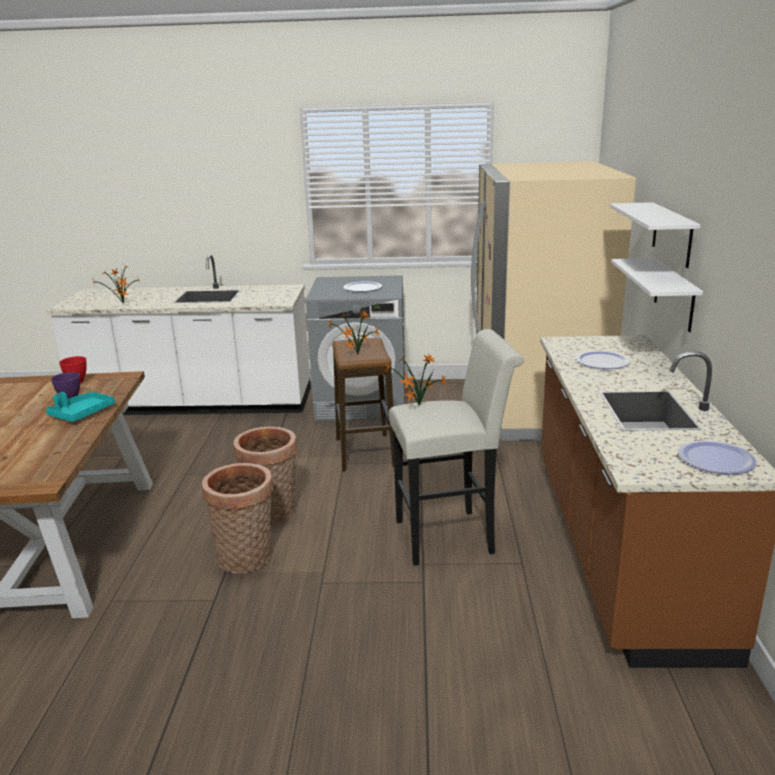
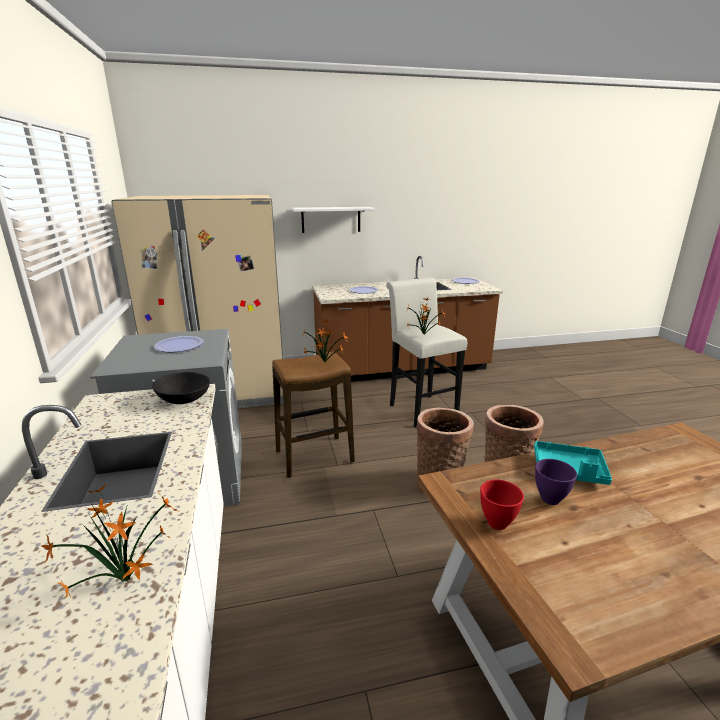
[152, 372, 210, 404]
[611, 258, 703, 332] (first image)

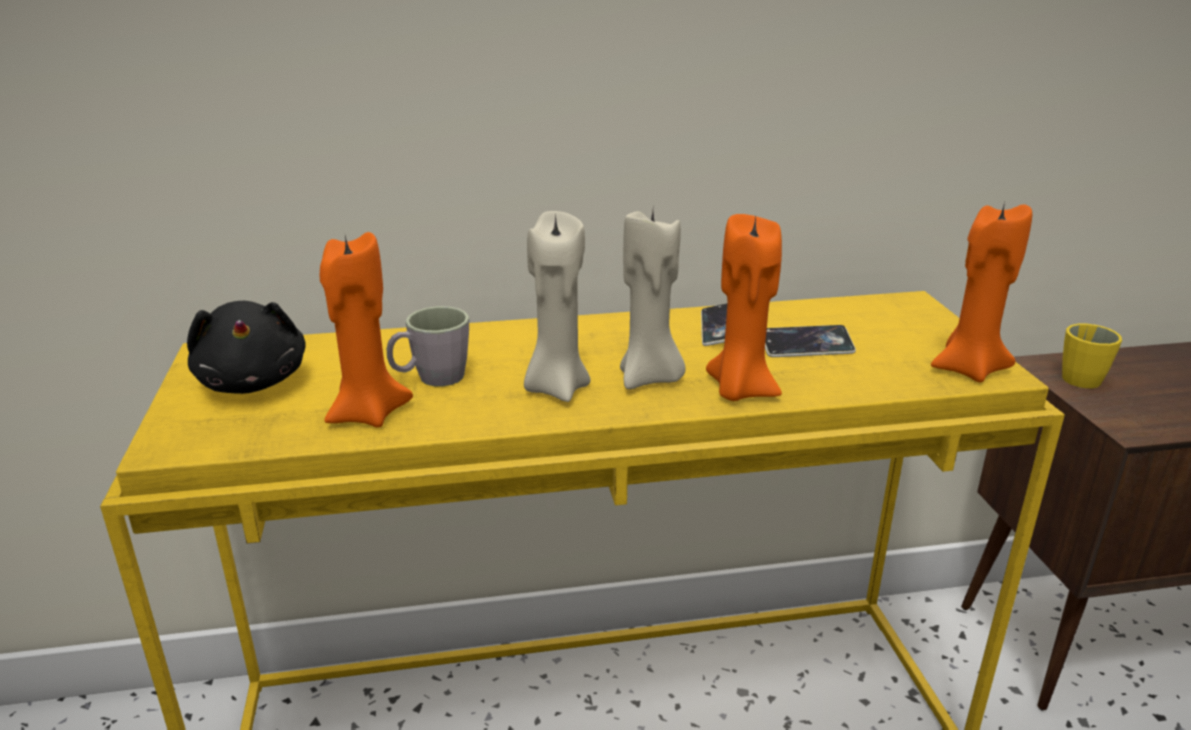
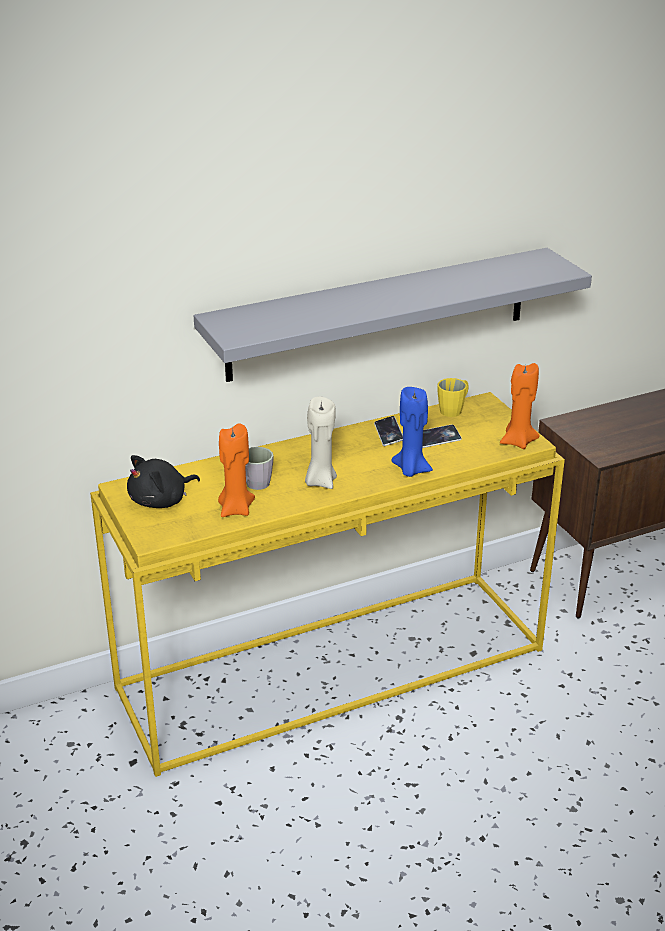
[127, 455, 200, 508]
[194, 248, 592, 382]
[392, 387, 433, 477]
[437, 378, 468, 417]
[620, 211, 686, 389] (first image)

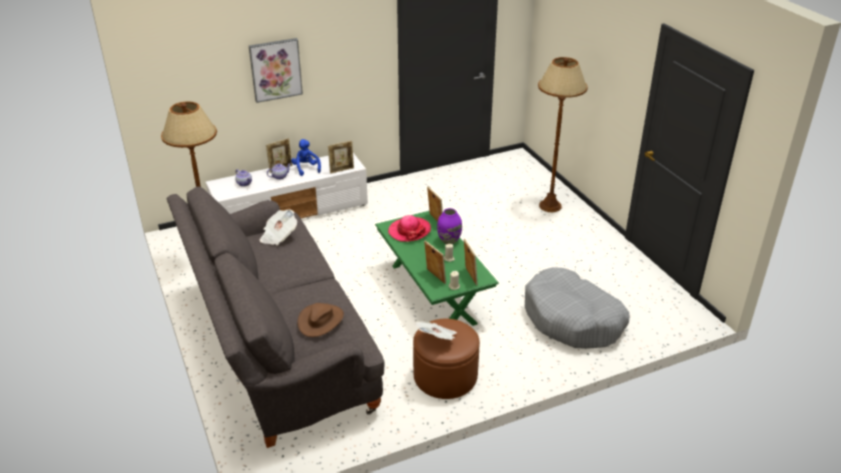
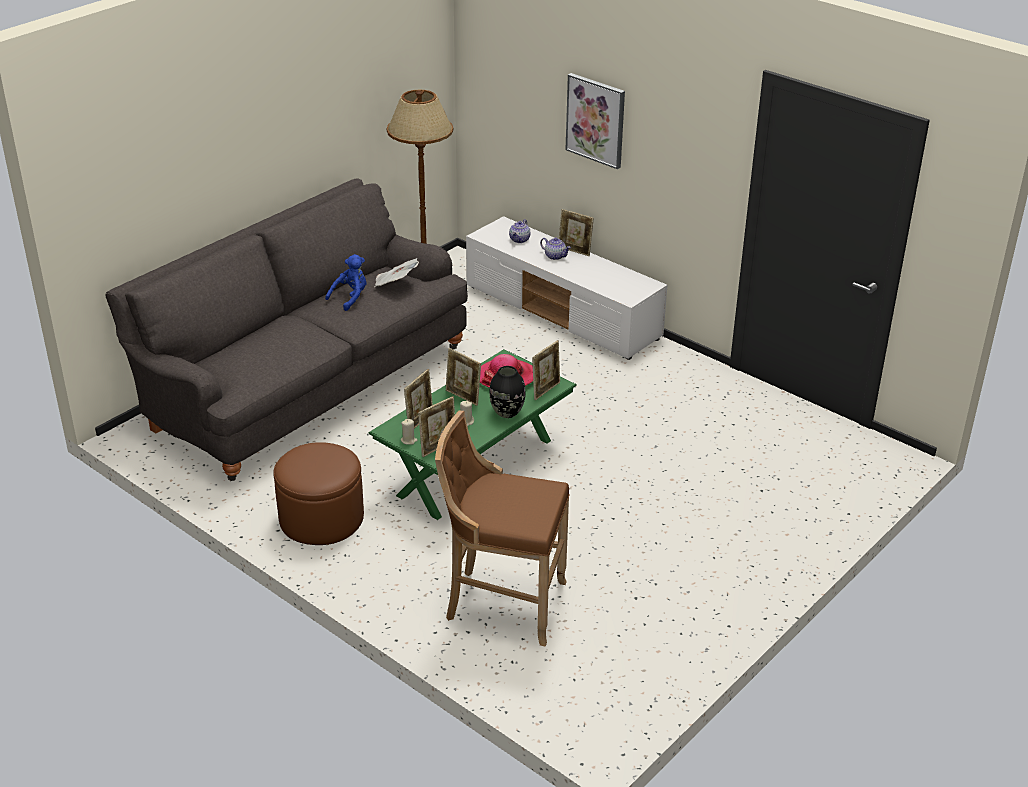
[325, 254, 367, 311]
[435, 411, 570, 646]
[446, 348, 481, 406]
[489, 366, 526, 418]
[297, 303, 344, 337] (first image)
[415, 321, 457, 340] (first image)
[538, 57, 588, 212] (first image)

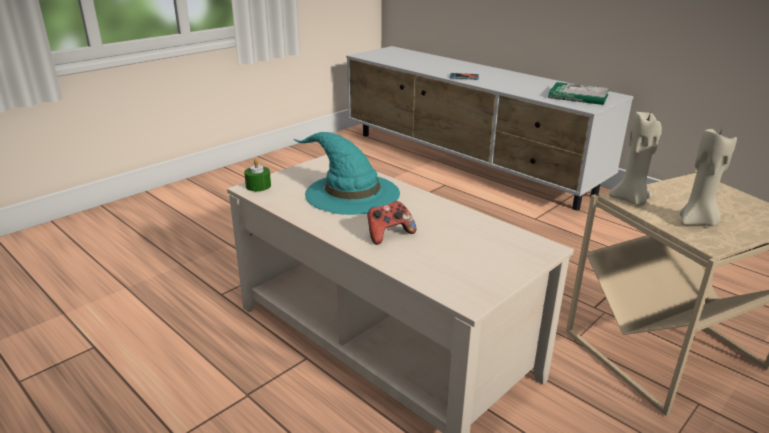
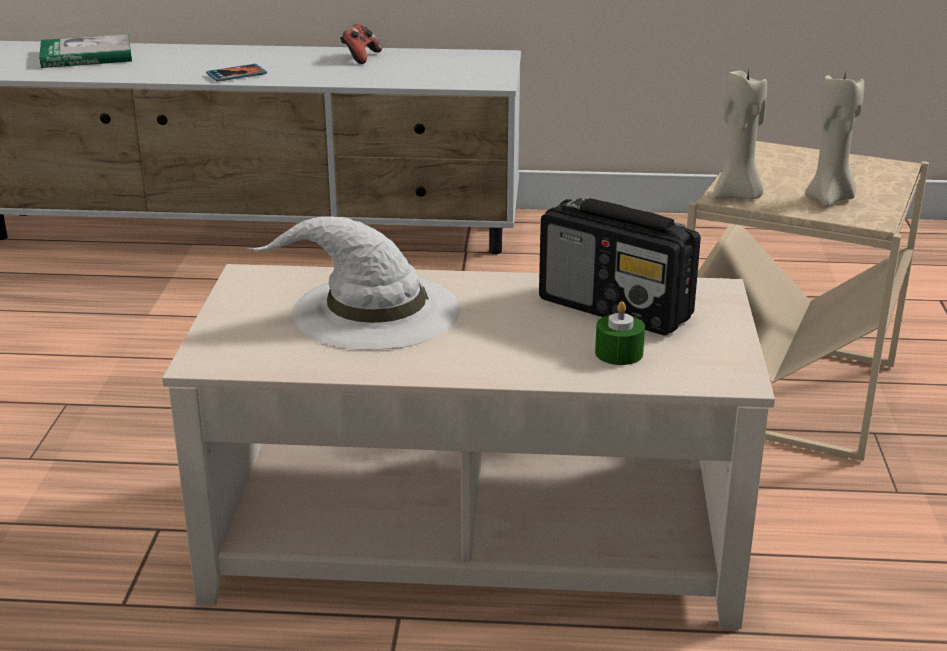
[39, 34, 132, 68]
[248, 216, 460, 350]
[340, 24, 382, 64]
[539, 198, 701, 335]
[595, 301, 645, 365]

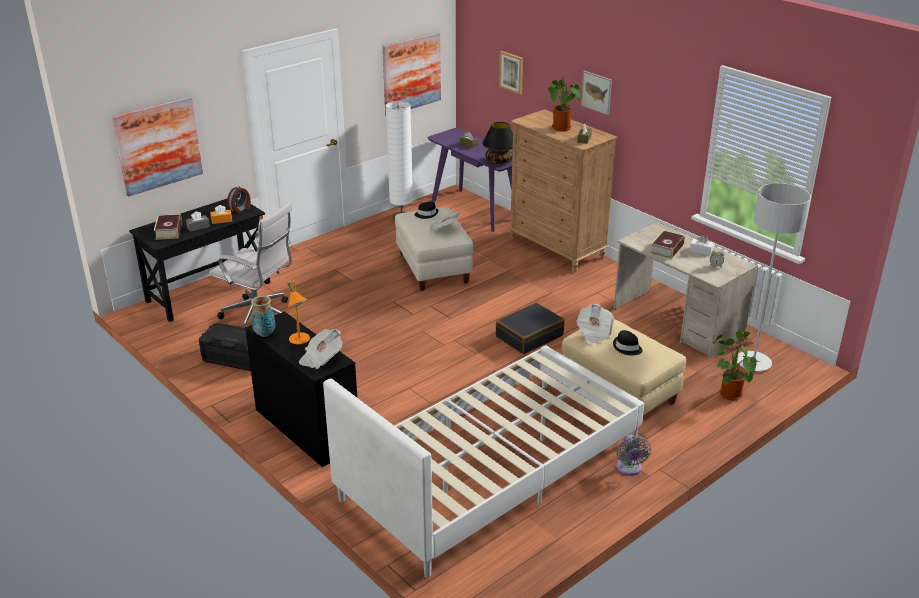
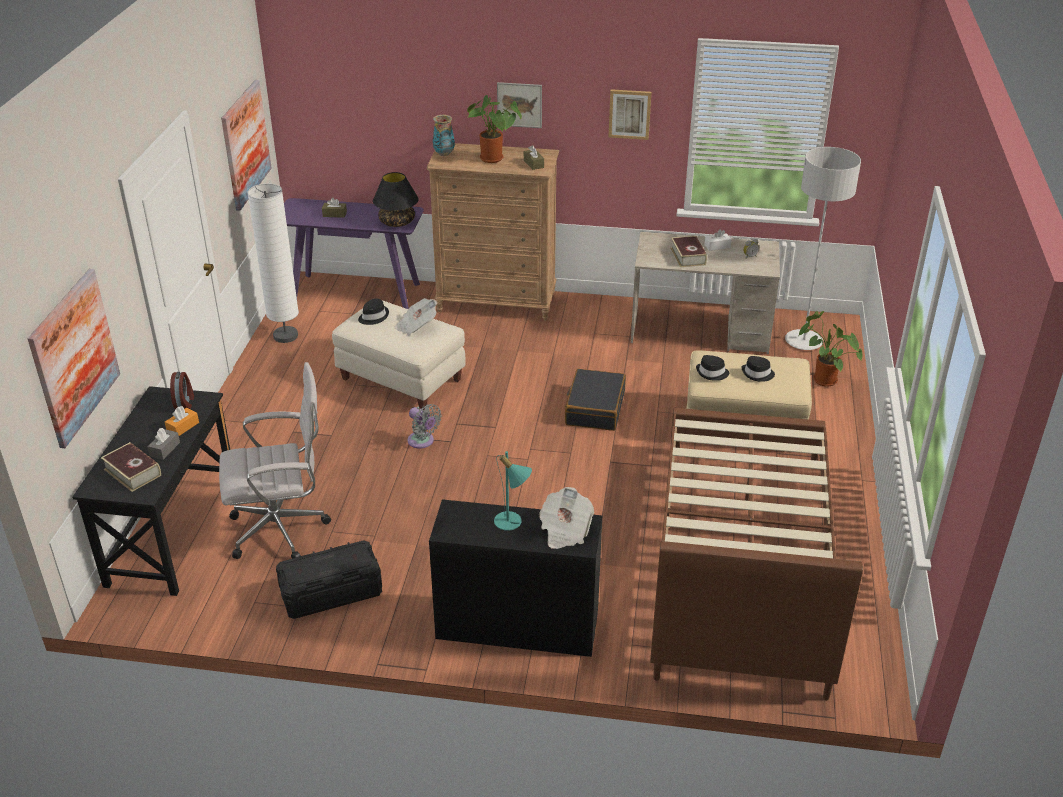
[408, 404, 442, 449]
[433, 115, 455, 156]
[494, 451, 532, 531]
[609, 89, 651, 140]
[650, 408, 863, 700]
[696, 355, 729, 381]

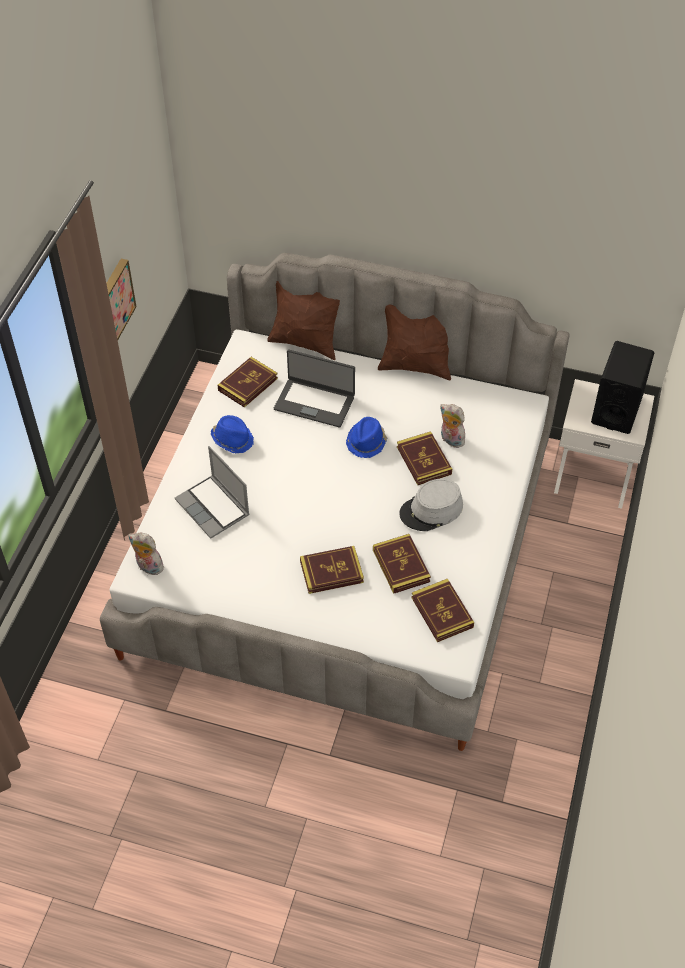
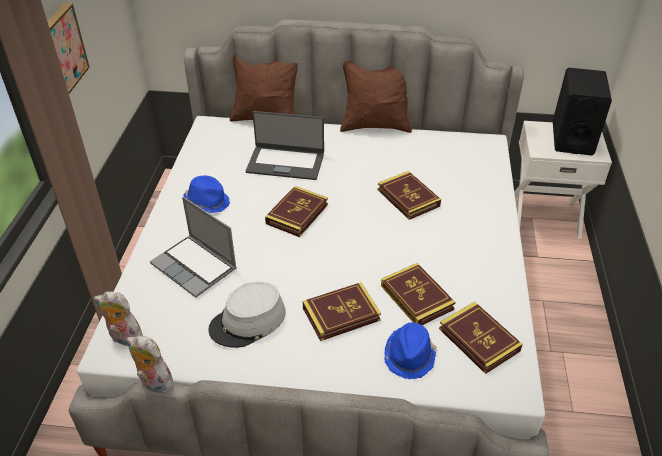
[127, 336, 173, 393]
[208, 281, 286, 348]
[265, 186, 328, 237]
[384, 322, 437, 379]

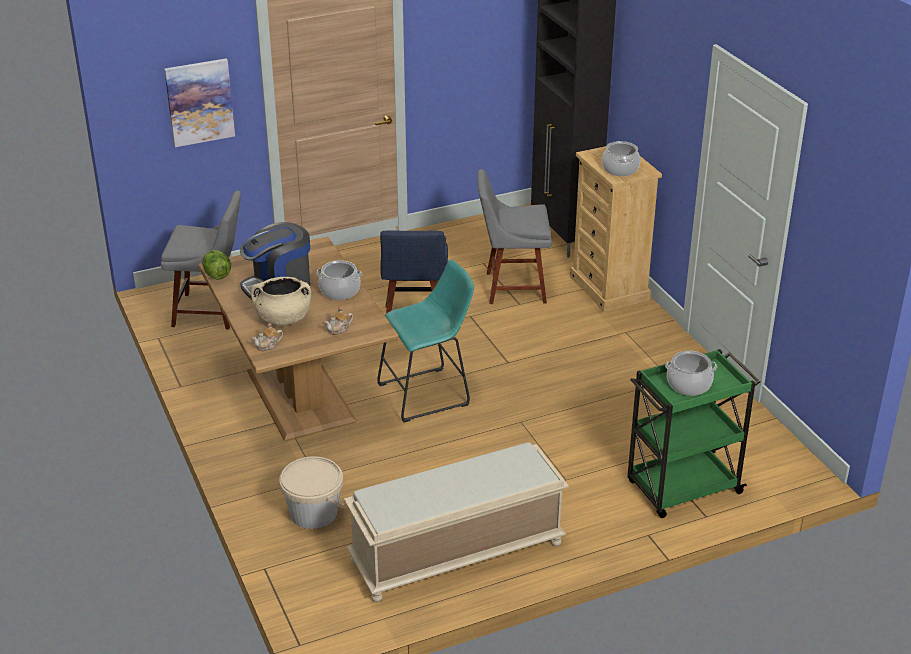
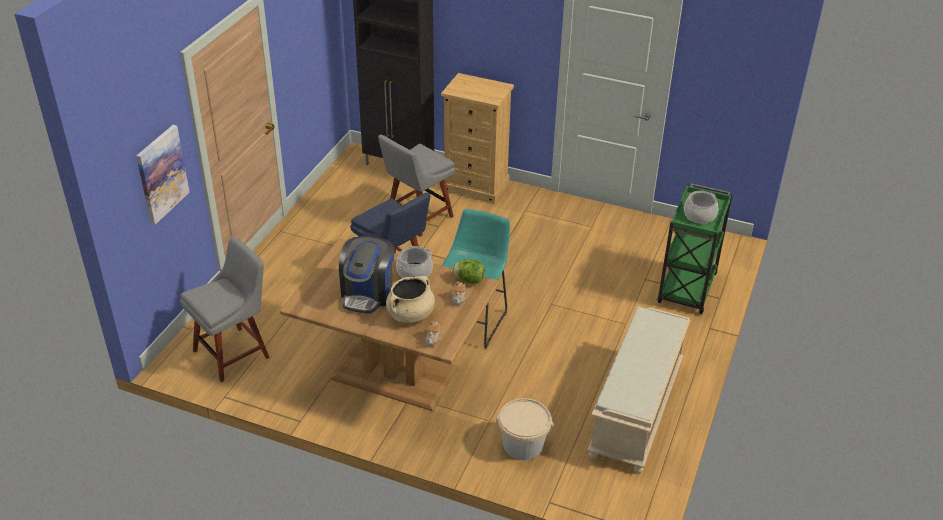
[452, 259, 485, 283]
[602, 141, 640, 176] (first image)

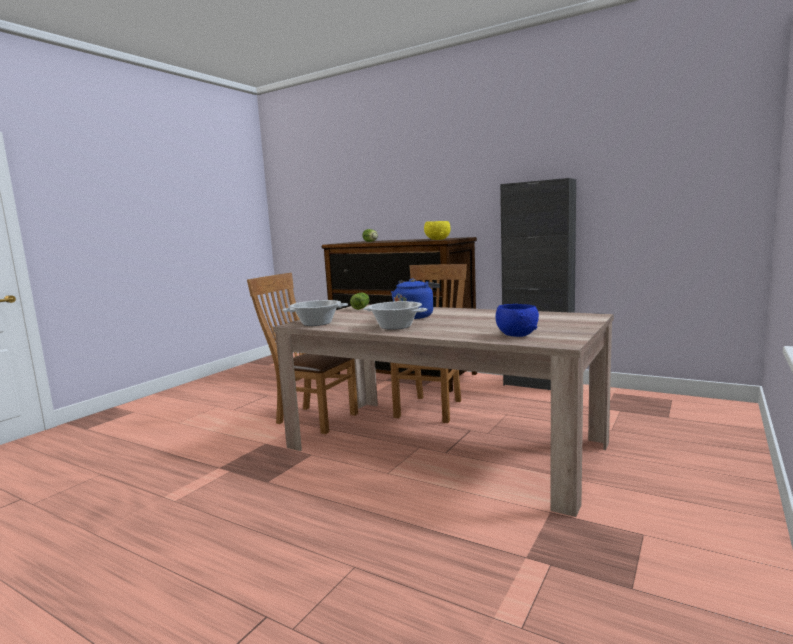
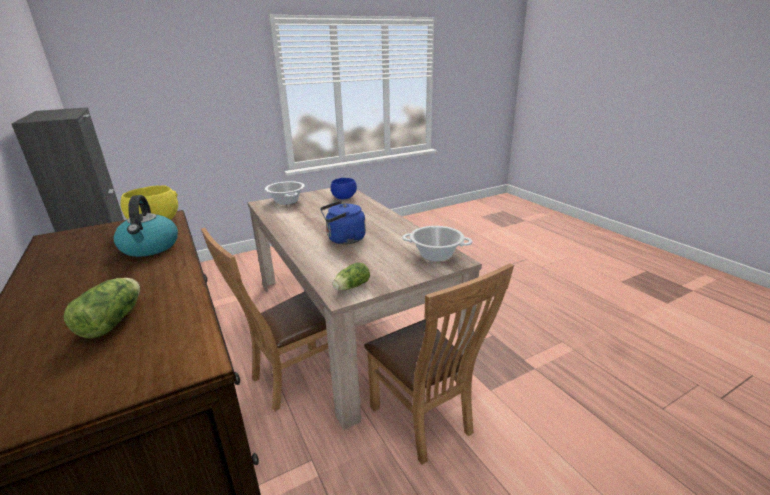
[113, 195, 178, 257]
[265, 181, 305, 205]

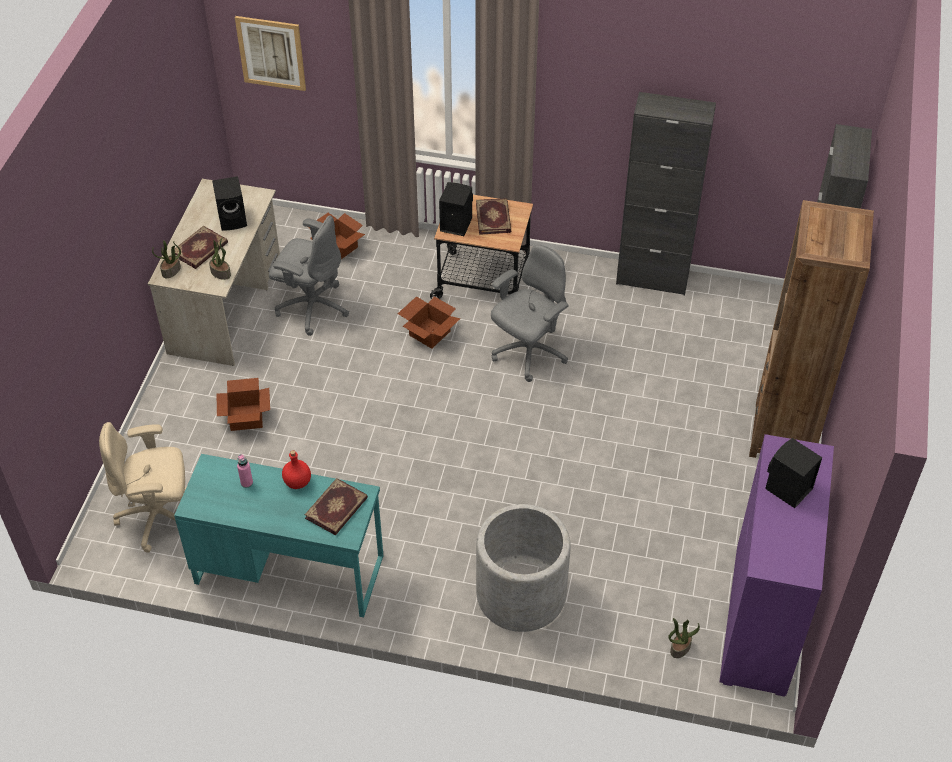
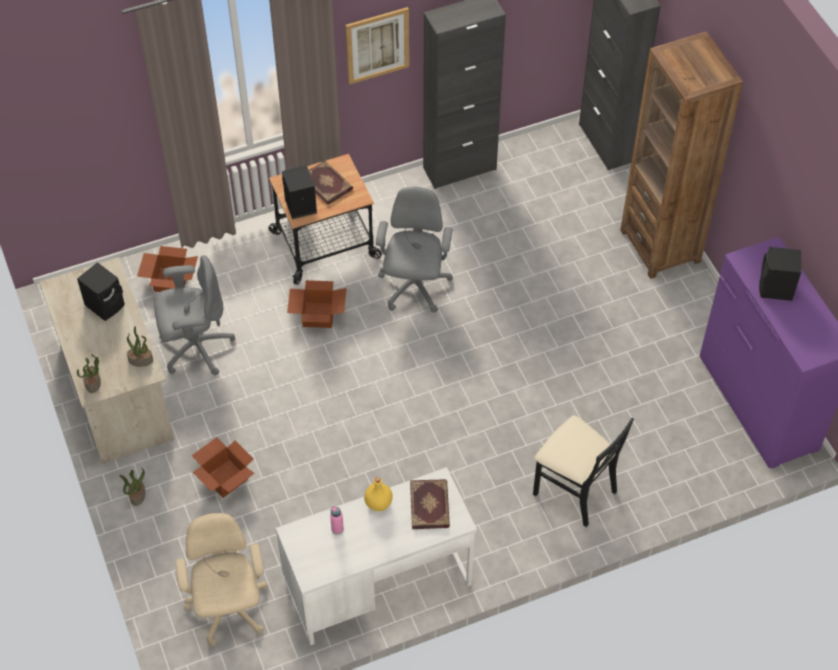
[119, 468, 146, 506]
[176, 513, 268, 646]
[276, 467, 477, 645]
[346, 7, 409, 85]
[364, 477, 393, 511]
[533, 415, 634, 527]
[175, 226, 228, 269] (first image)

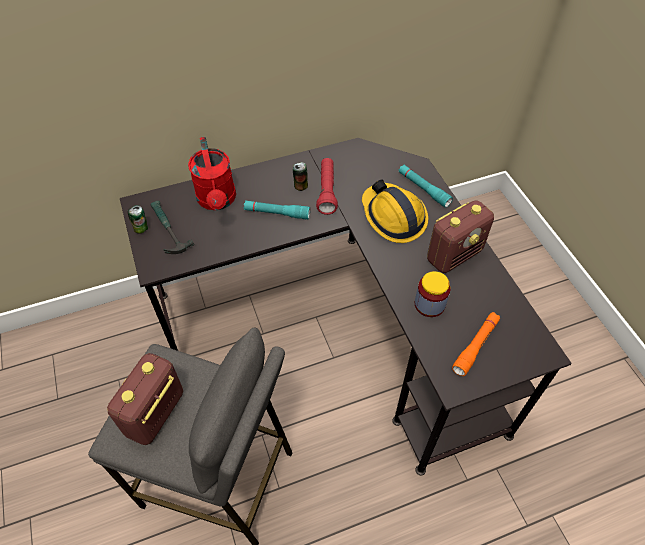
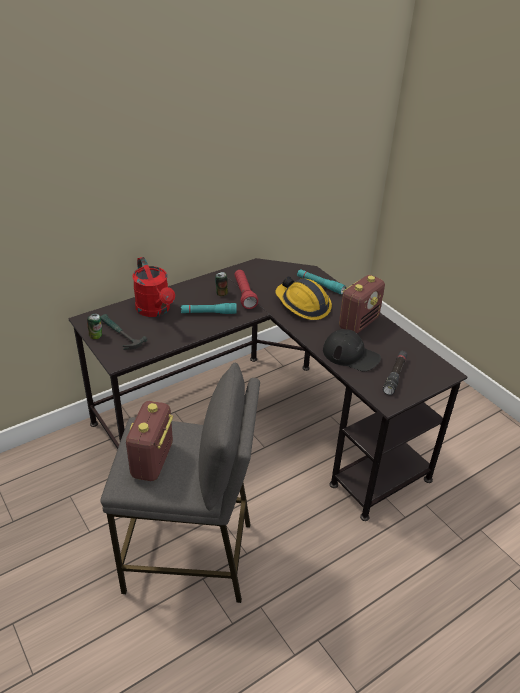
[323, 329, 381, 371]
[383, 351, 407, 395]

